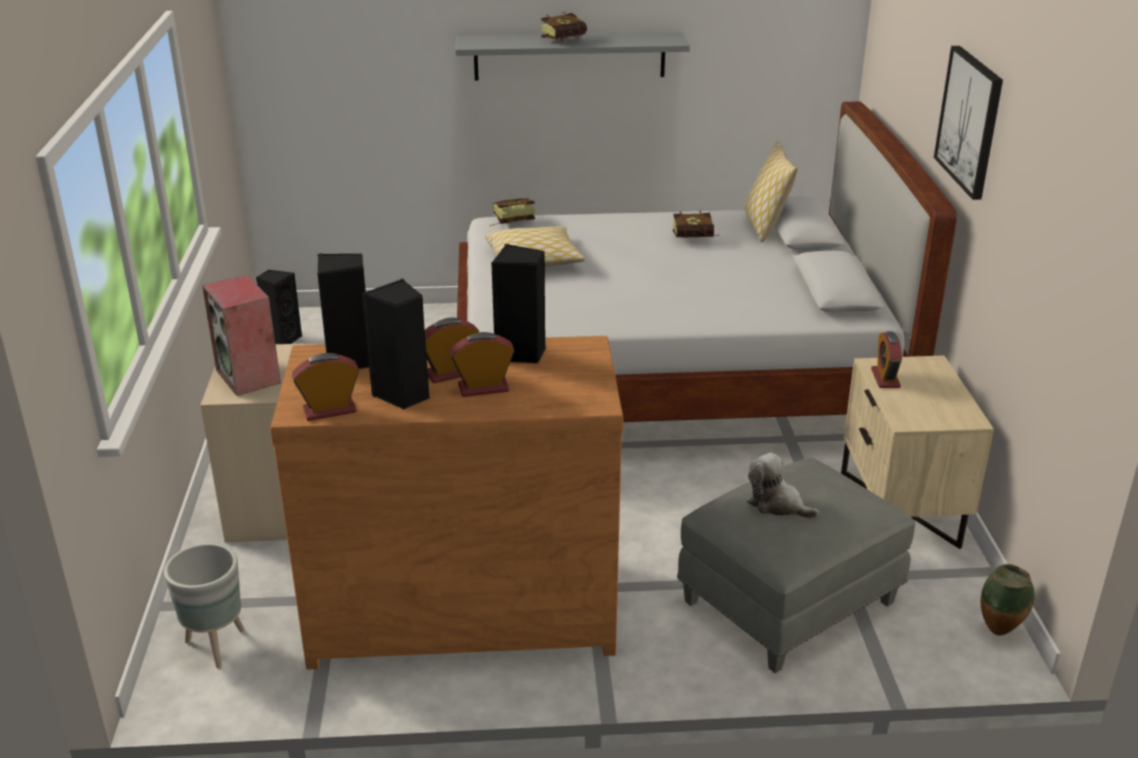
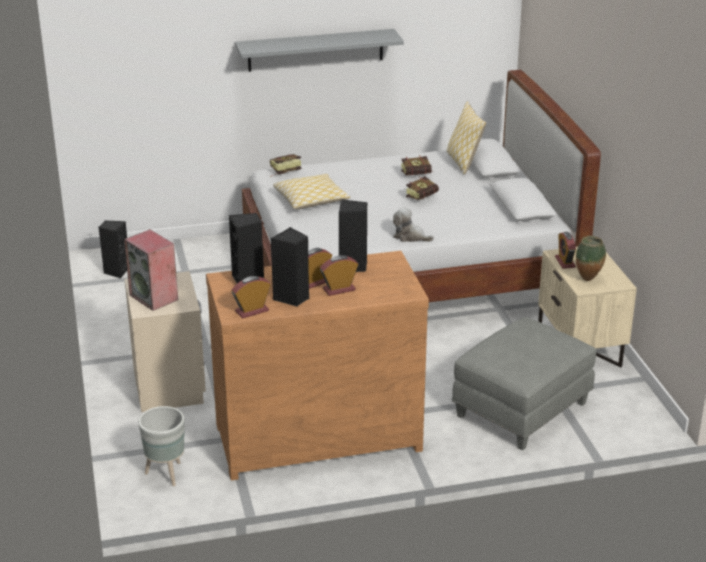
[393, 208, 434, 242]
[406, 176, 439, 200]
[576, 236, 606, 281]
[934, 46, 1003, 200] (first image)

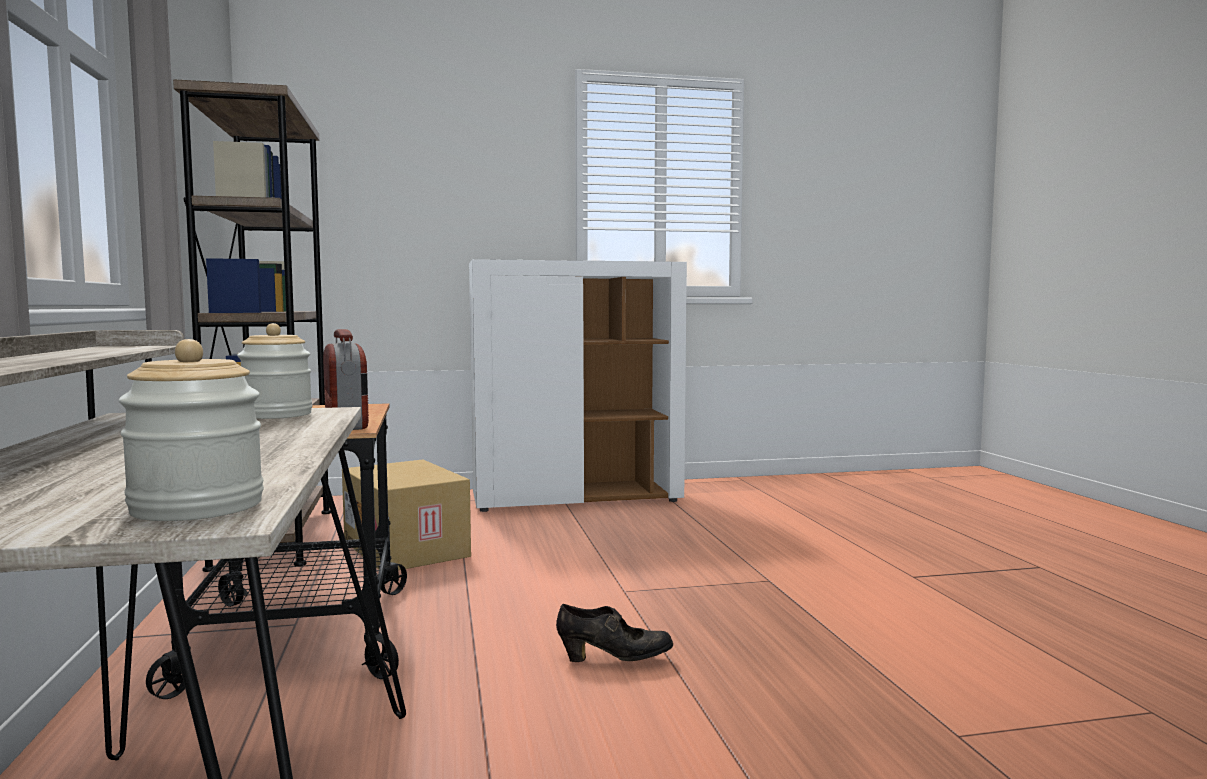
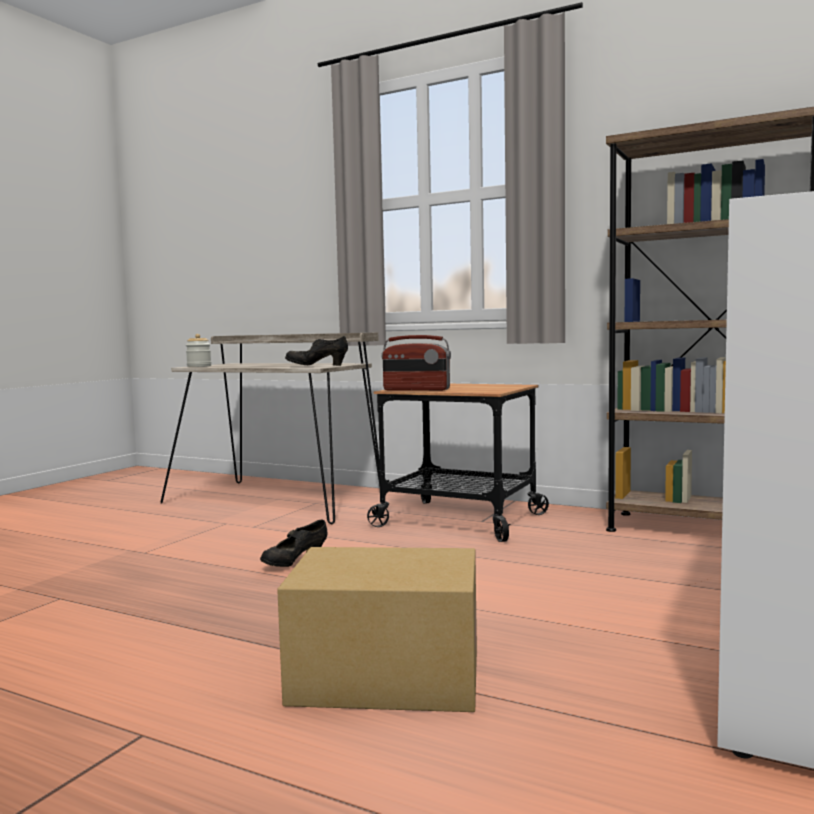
[277, 547, 477, 712]
[285, 336, 348, 366]

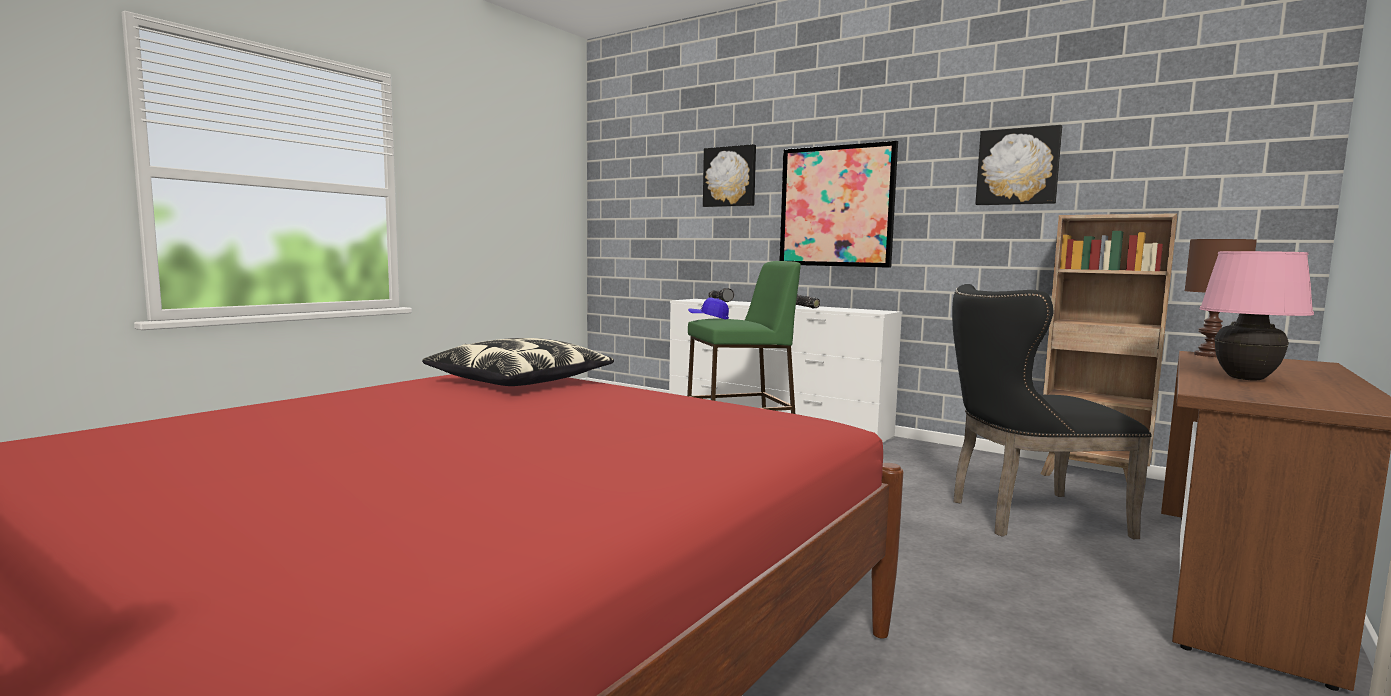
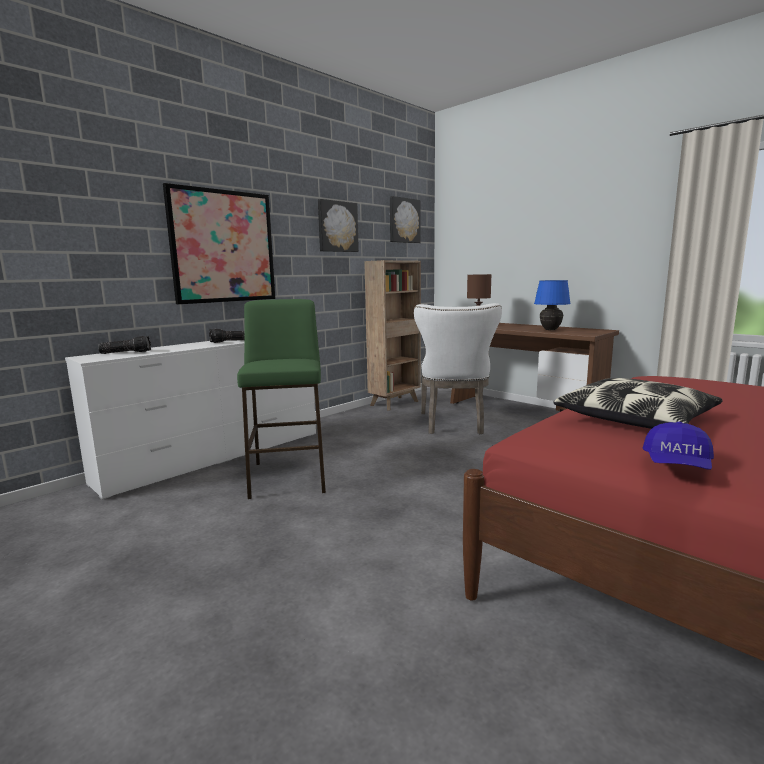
[390, 196, 421, 243]
[414, 303, 502, 434]
[534, 280, 571, 330]
[643, 422, 714, 470]

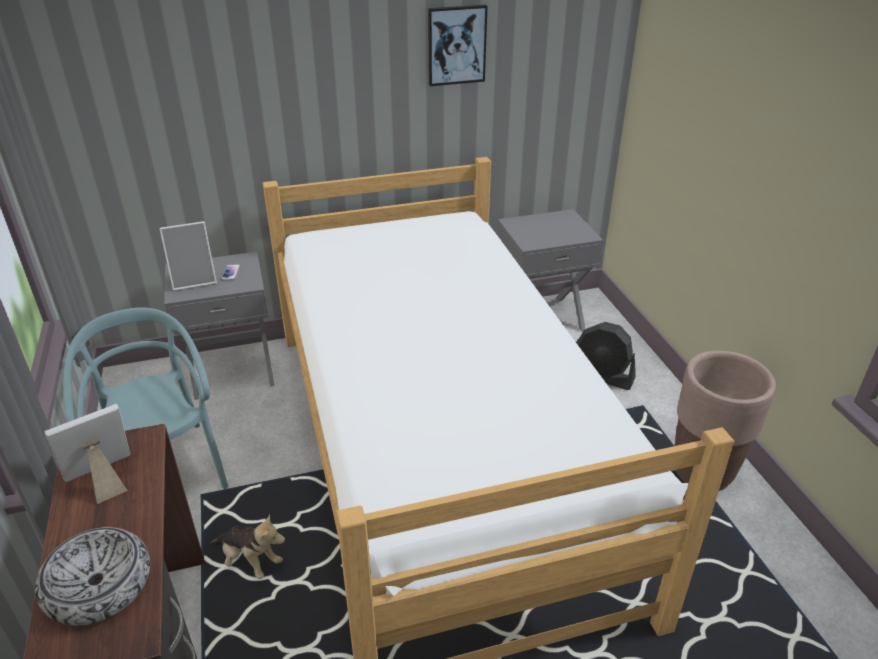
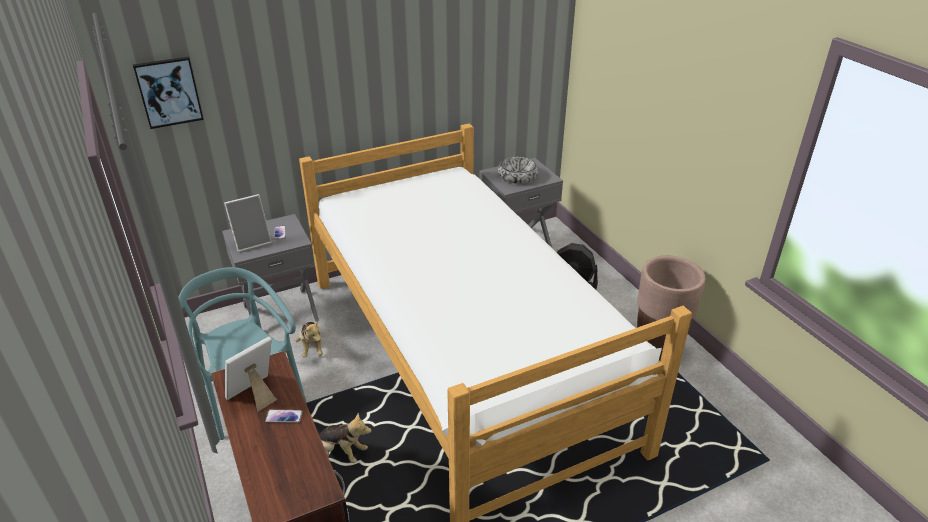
[133, 56, 204, 129]
[265, 410, 303, 423]
[295, 321, 323, 358]
[498, 157, 539, 184]

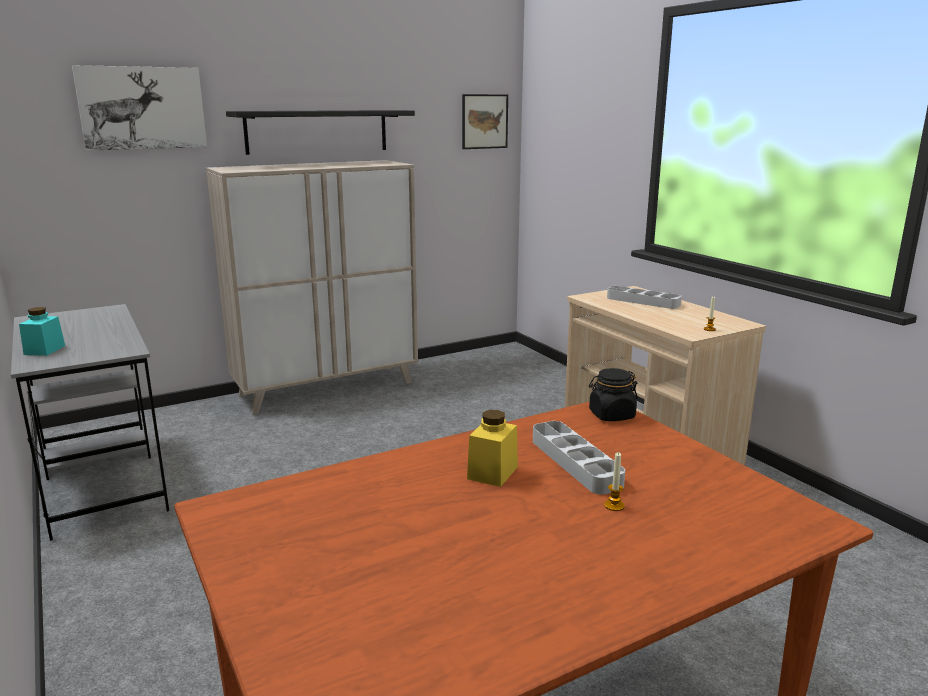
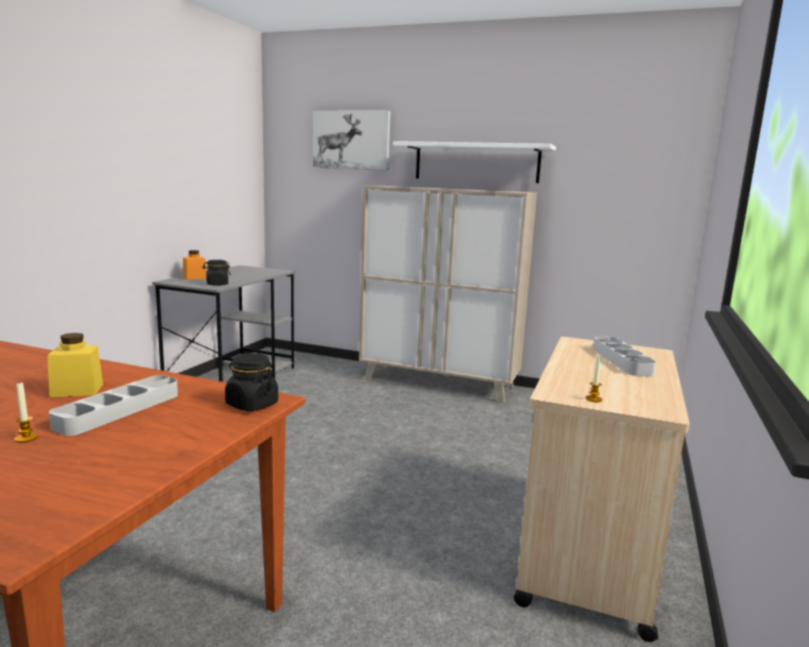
[183, 250, 206, 280]
[203, 260, 231, 286]
[393, 141, 556, 183]
[462, 94, 508, 149] (first image)

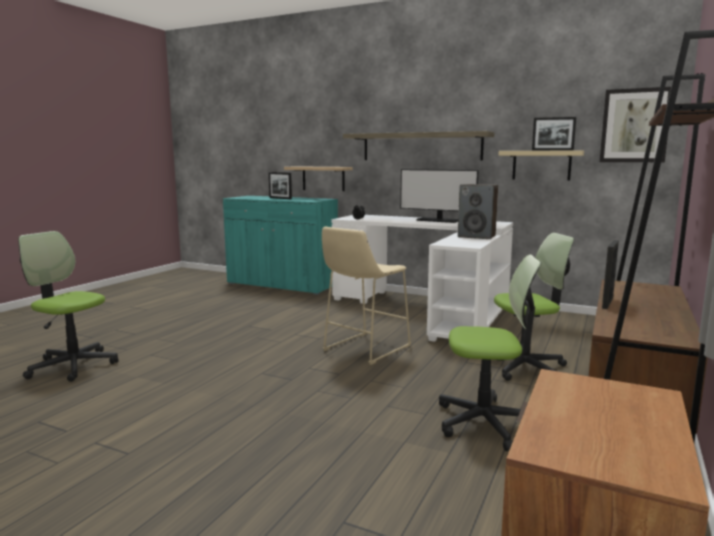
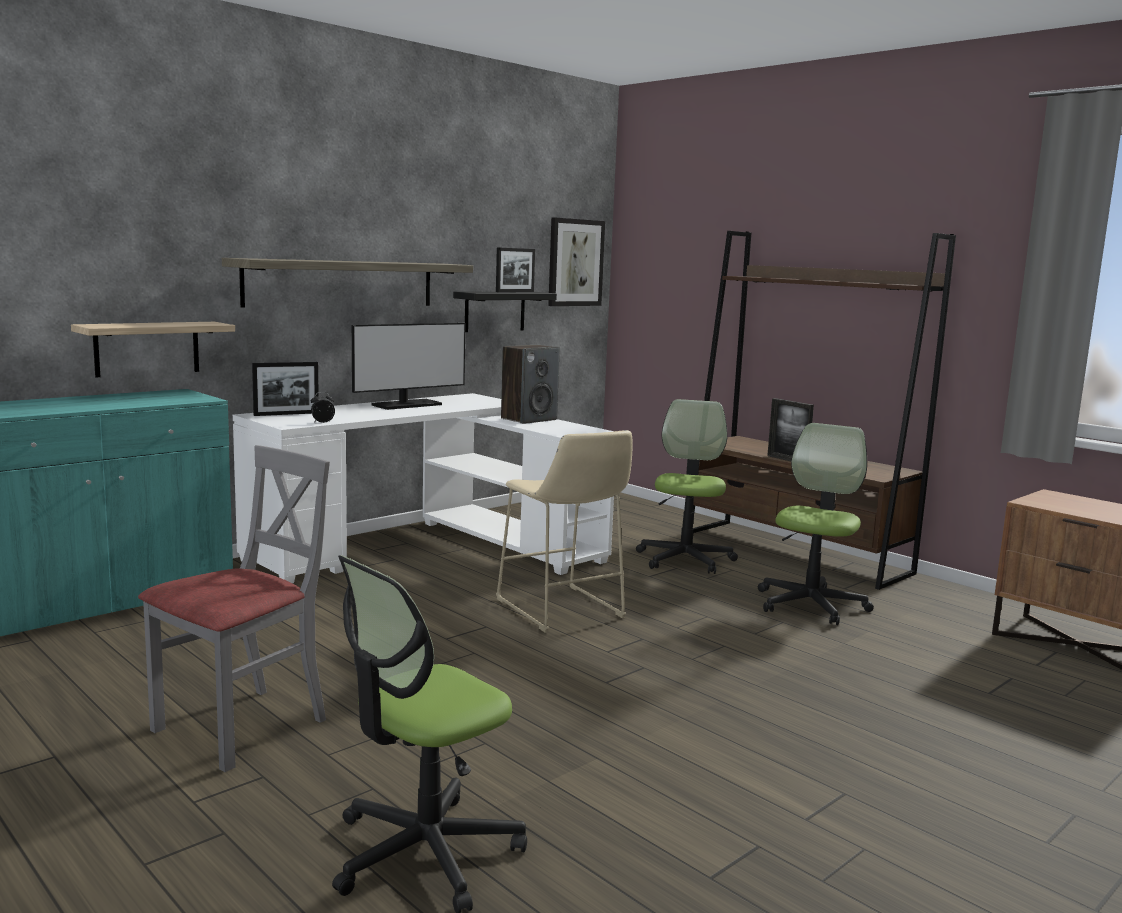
[138, 445, 330, 772]
[252, 362, 319, 416]
[453, 292, 557, 332]

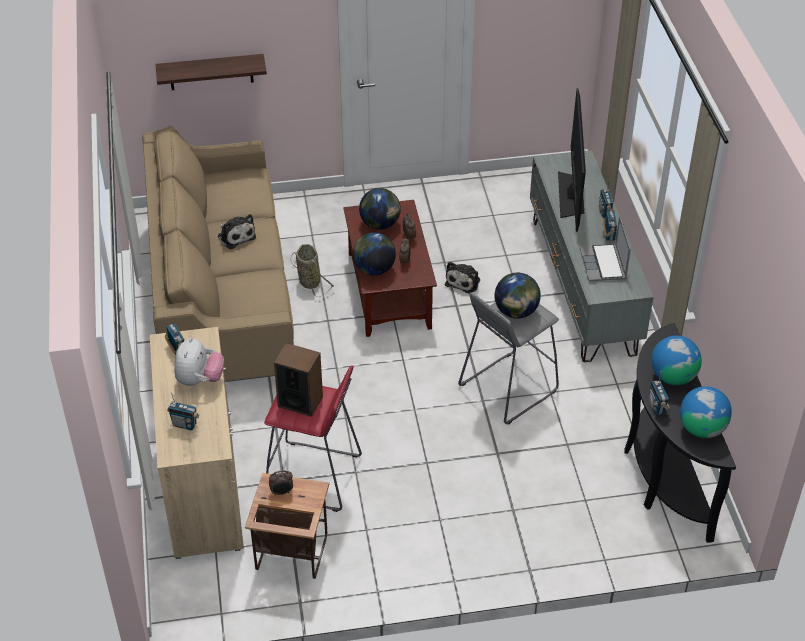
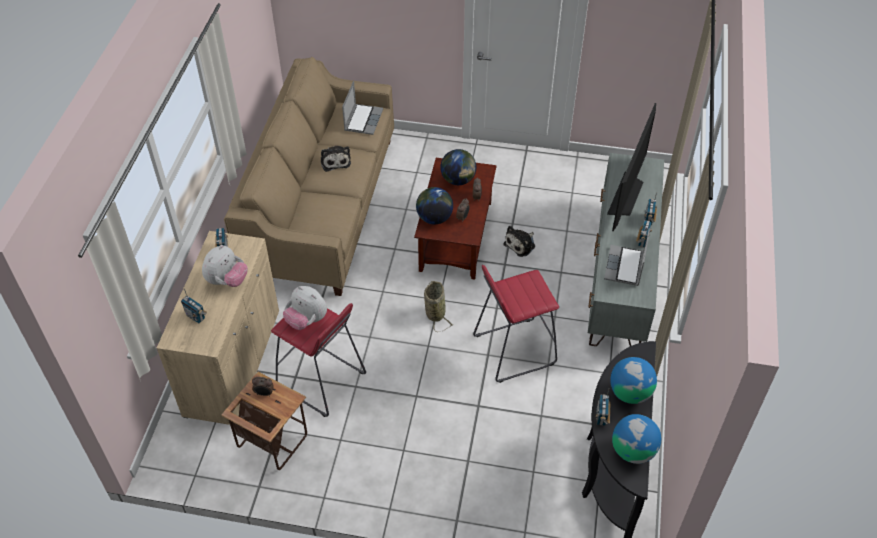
[283, 286, 327, 330]
[342, 81, 383, 135]
[424, 281, 453, 331]
[473, 265, 559, 383]
[156, 54, 267, 90] (first image)
[494, 273, 541, 319] (first image)

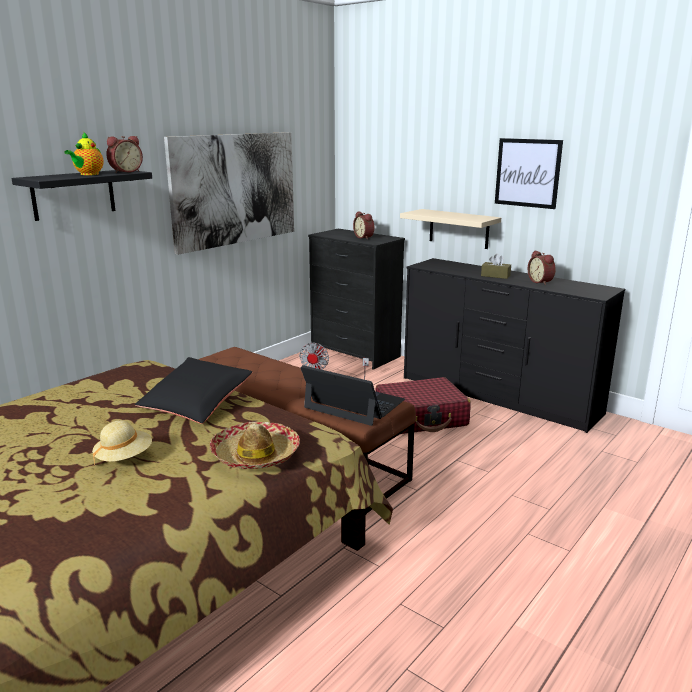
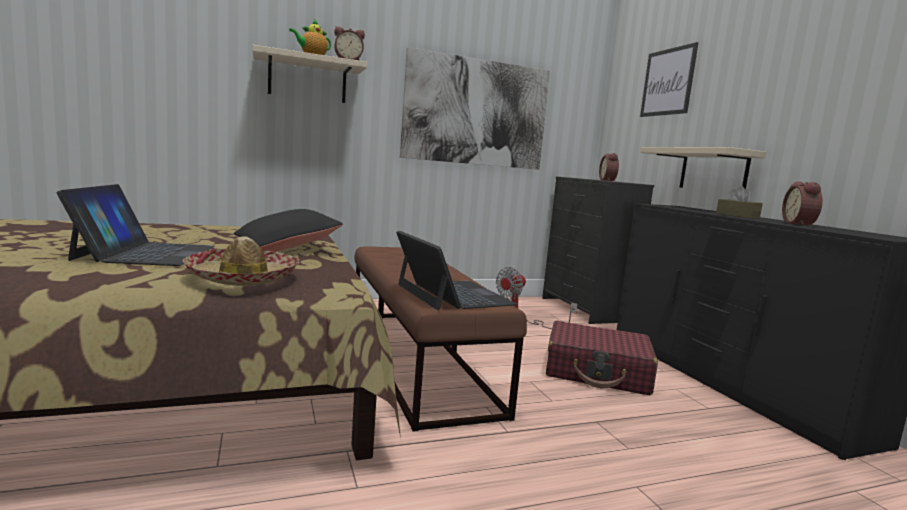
[56, 184, 215, 266]
[252, 45, 368, 103]
[640, 42, 699, 117]

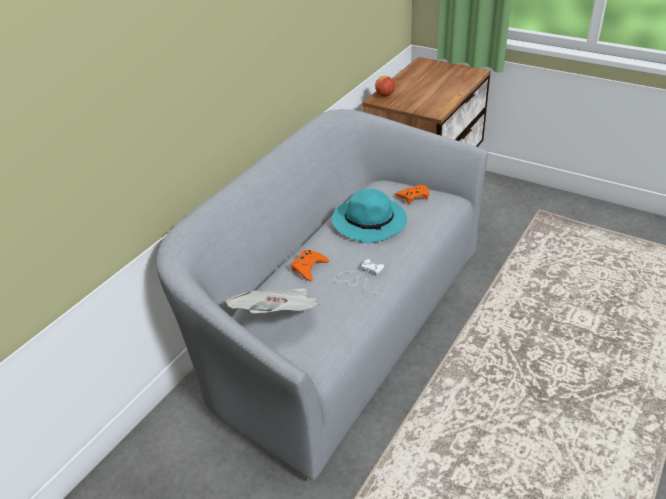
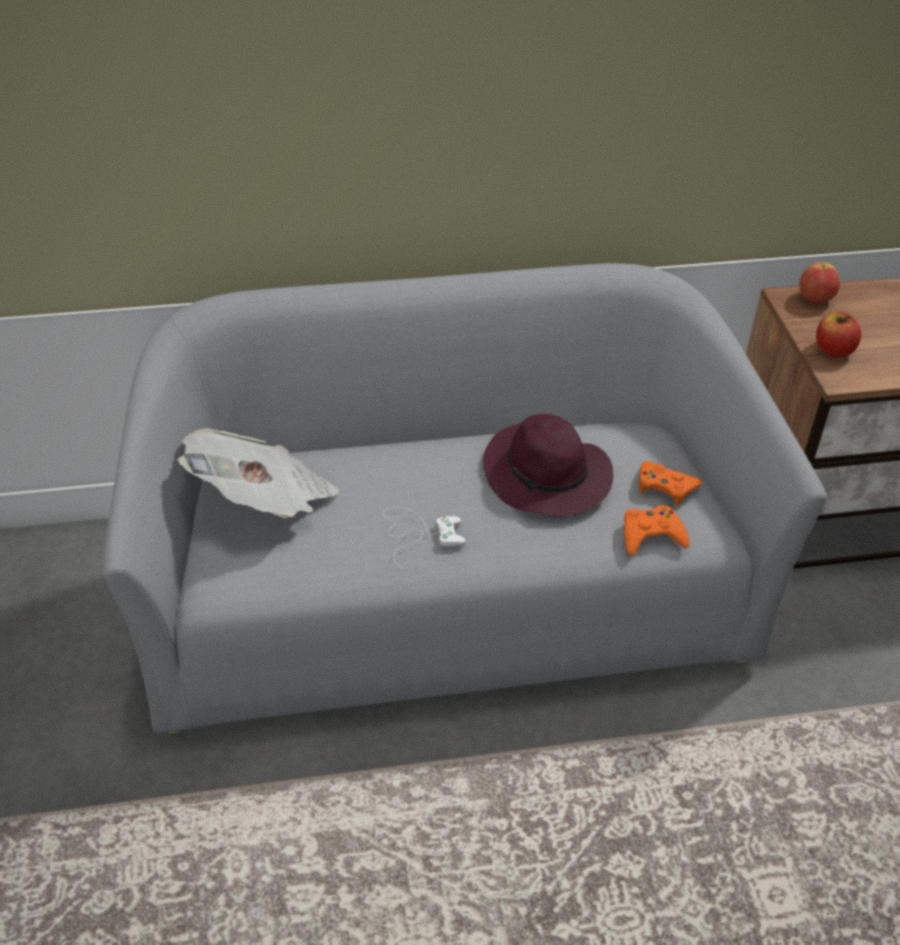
[483, 414, 613, 517]
[624, 505, 690, 556]
[816, 312, 862, 358]

